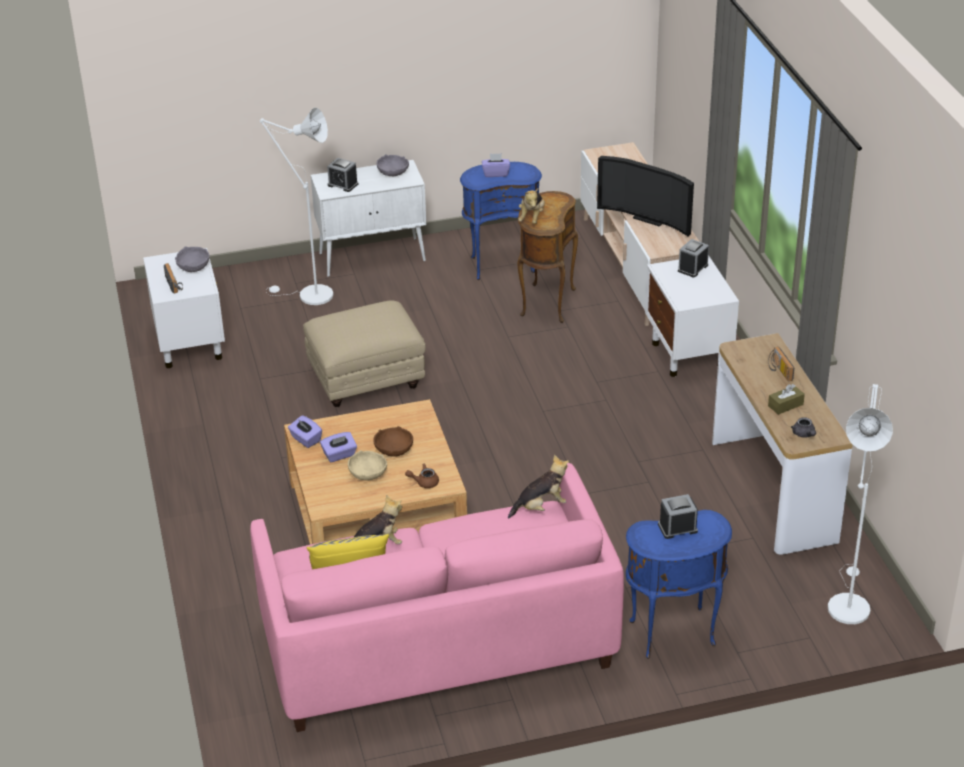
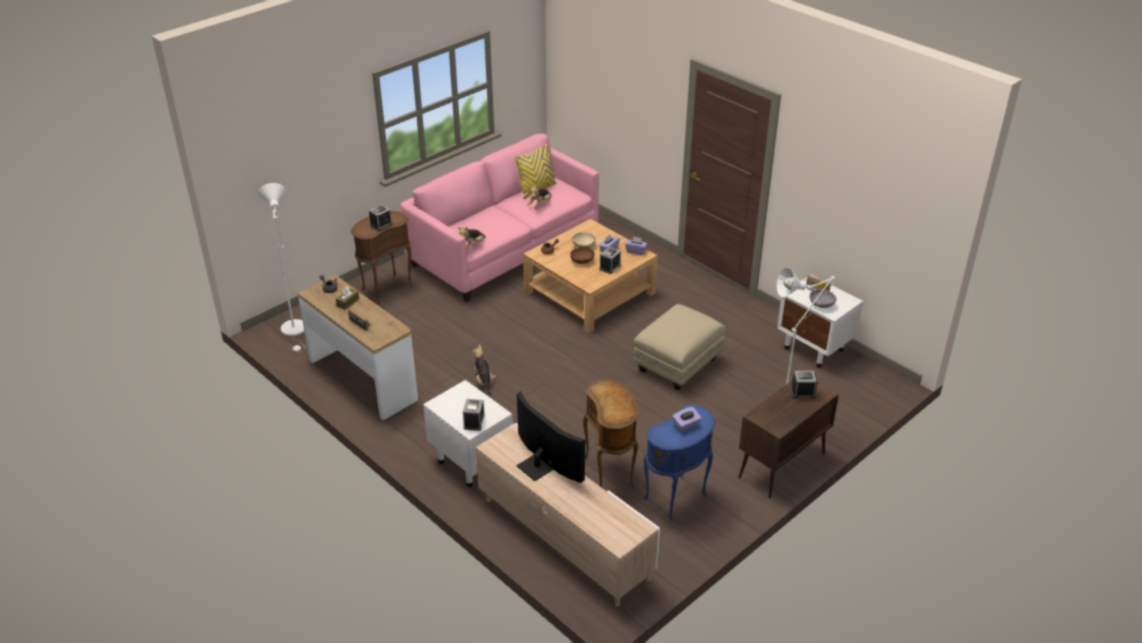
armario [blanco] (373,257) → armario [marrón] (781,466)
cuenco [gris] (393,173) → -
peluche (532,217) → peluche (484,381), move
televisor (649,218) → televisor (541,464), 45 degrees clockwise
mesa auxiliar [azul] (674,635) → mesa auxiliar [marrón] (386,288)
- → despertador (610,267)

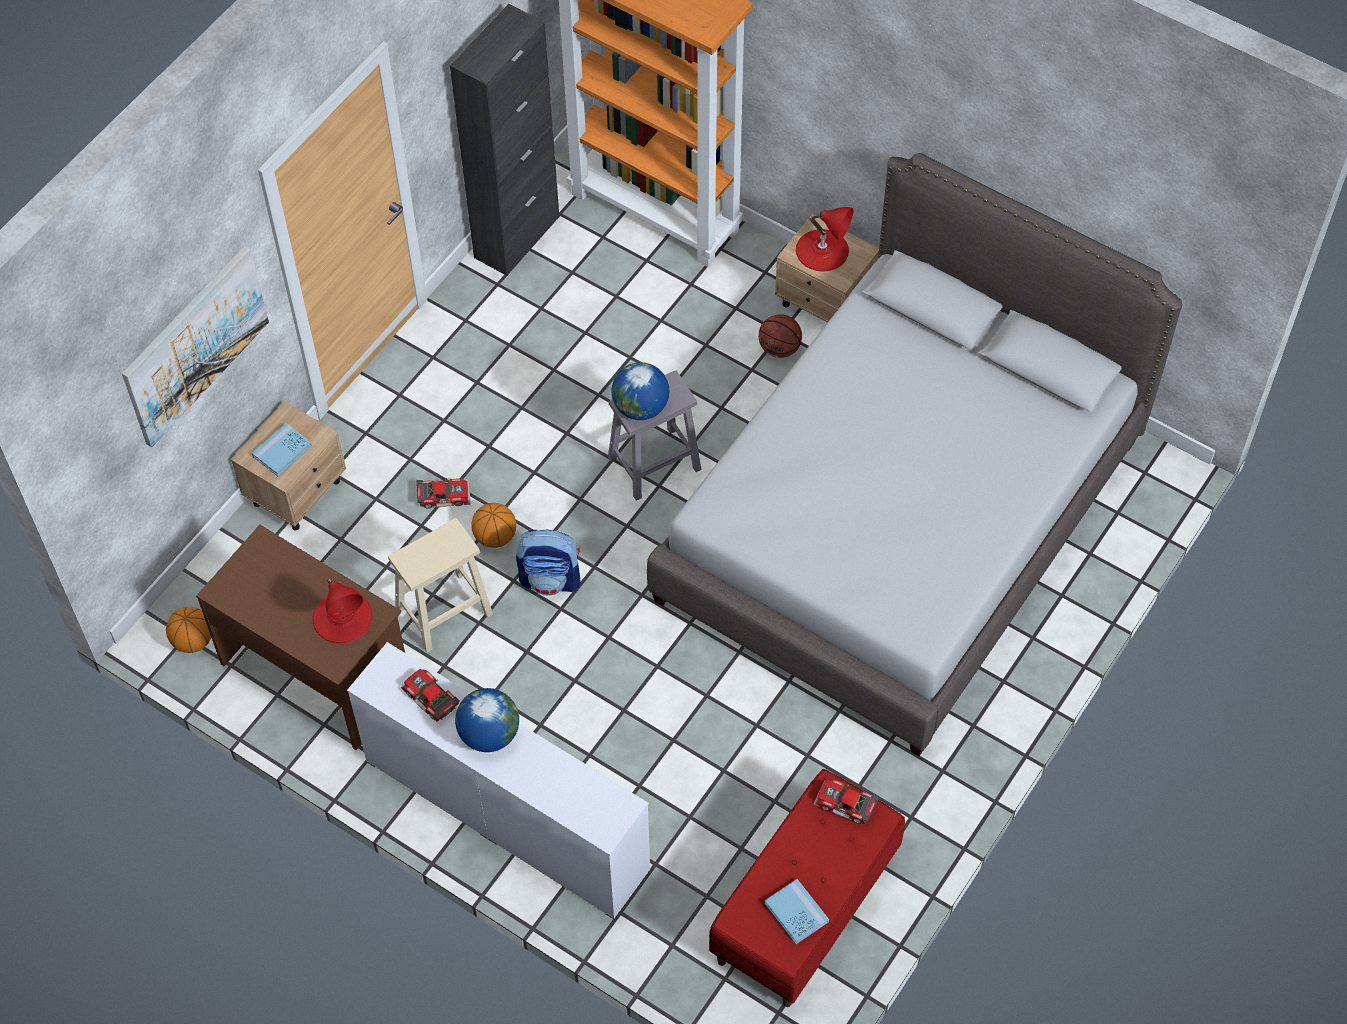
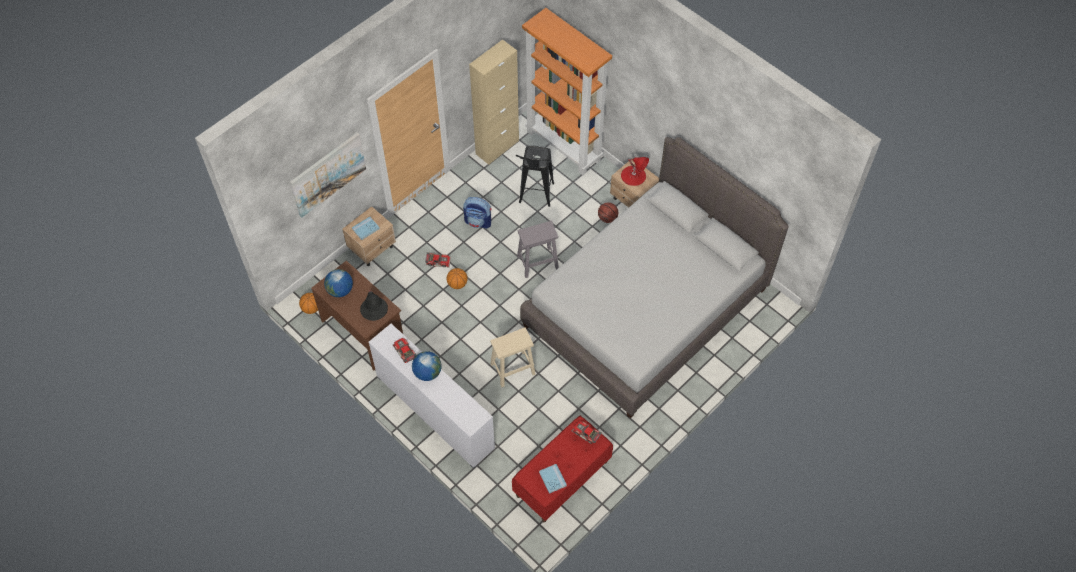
lámpara de mesa [rojo] (342,617) → lámpara de mesa [negro] (374,308)
taburete [beis] (443,612) → taburete [beis] (512,369), move
armario [negro] (517,237) → armario [beis] (497,147)
mochila (551,579) → mochila (478,221), move
globo terráqueo (640,407) → globo terráqueo (340,290), move
- → taburete [negro] (535,198)

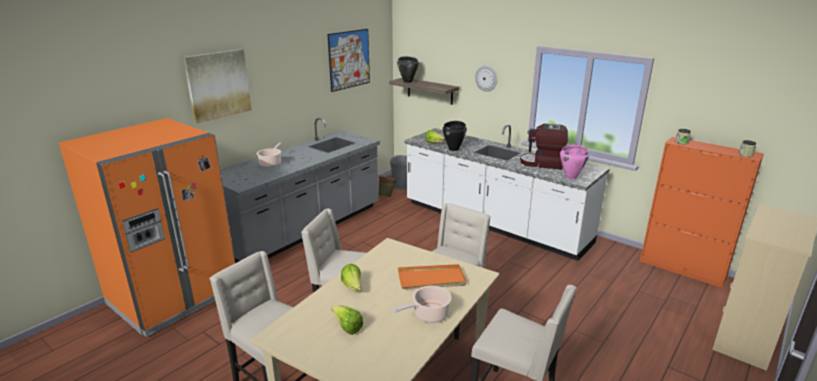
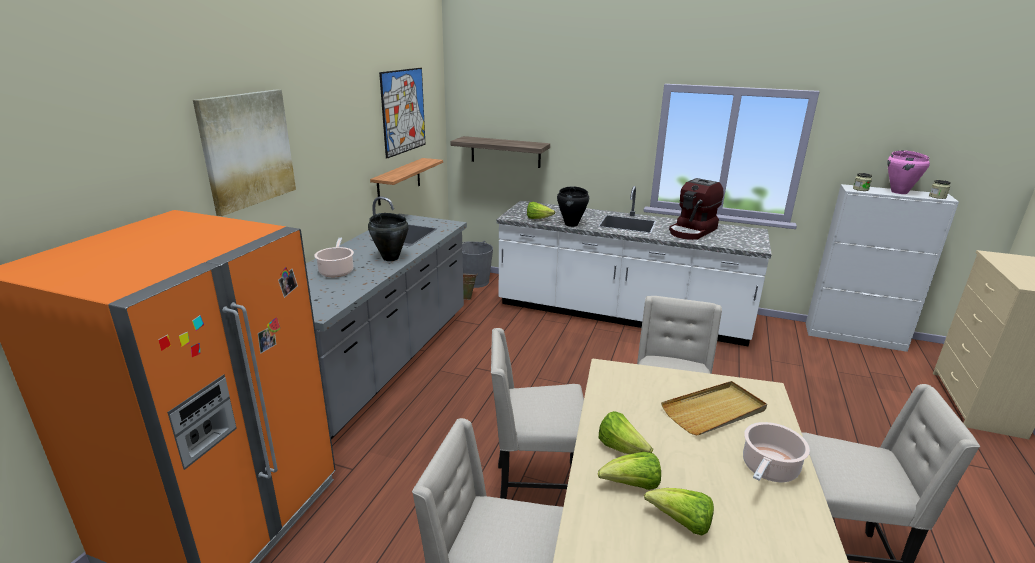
olla [negro] (408,81) → olla [negro] (391,258), move
bandeja [naranja] (431,279) → bandeja [beis] (714,411)
reloj de pared (486,78) → -
cafetera (542,163) → cafetera (693,231), 45 degrees counterclockwise
olla [rosa] (571,177) → olla [rosa] (899,192), move
armario [naranja] (682,269) → armario [blanco] (854,337)
- → estante (399,181)
- → lechuga (632,485)

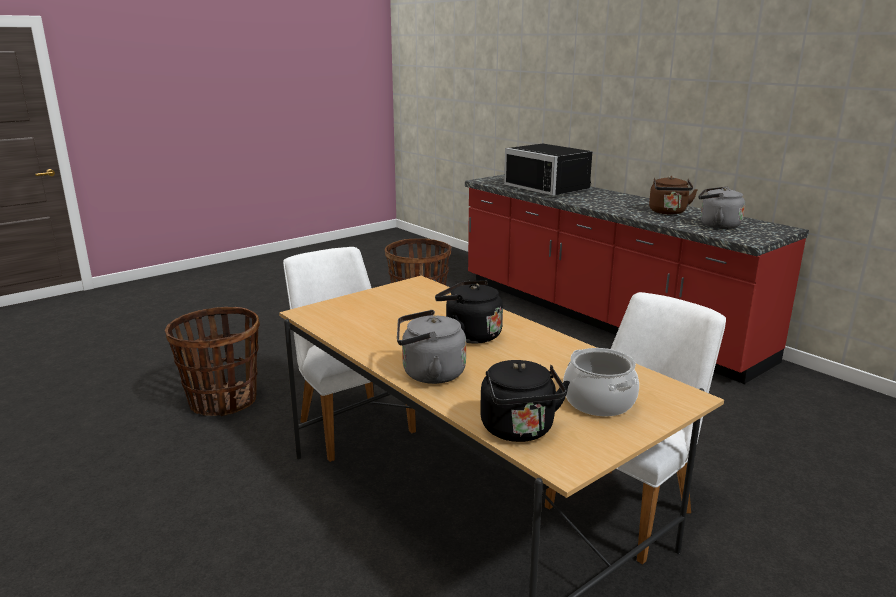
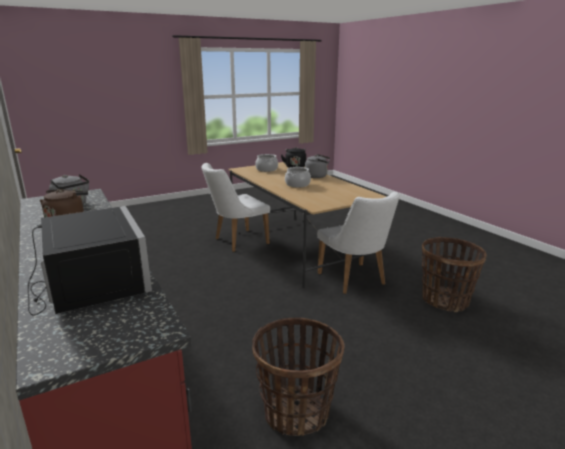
hervidor [negro] (469,335) → olla (297,184)

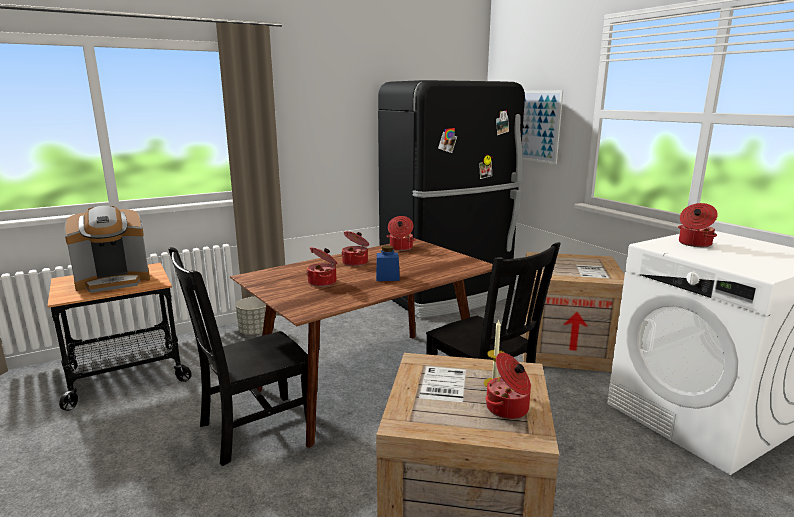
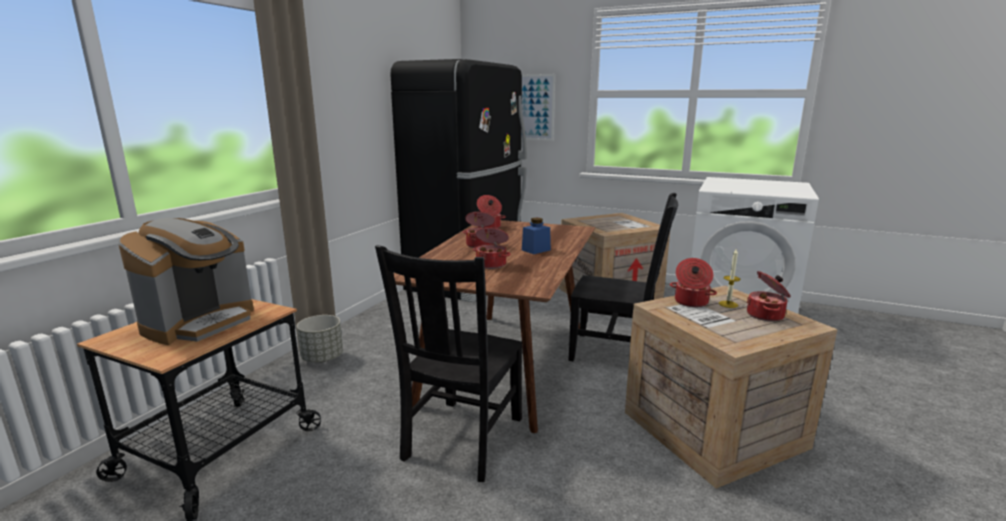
olla (694,244) → olla (690,302), move

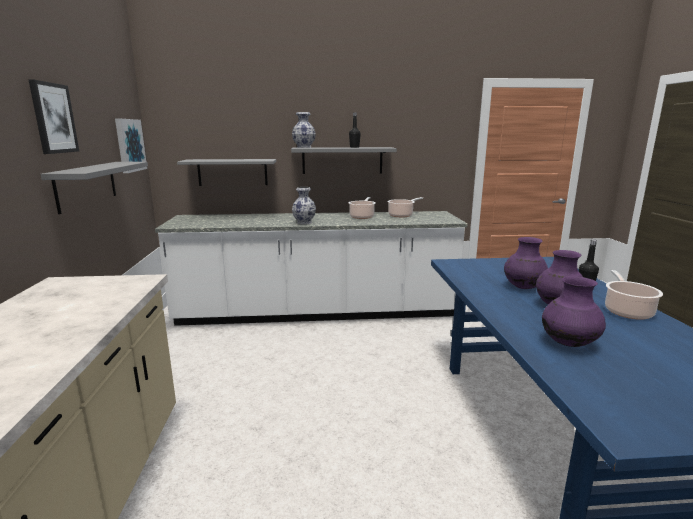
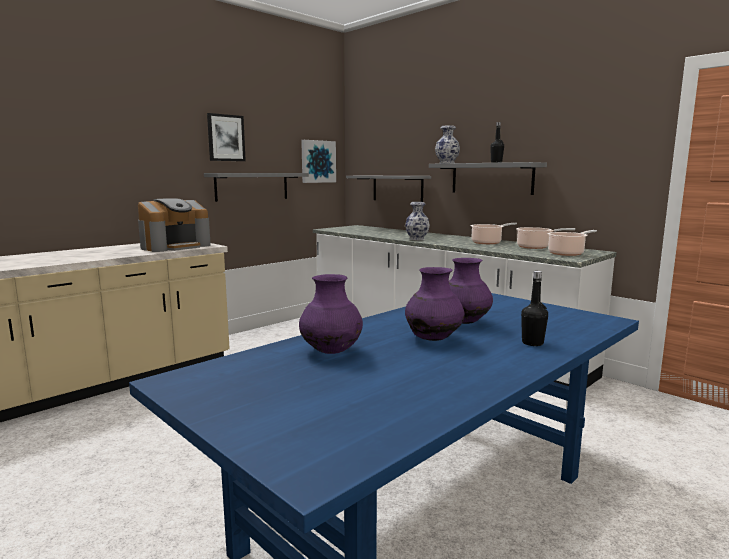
olla (627,311) → olla (567,253), move
- → cafetera (175,246)

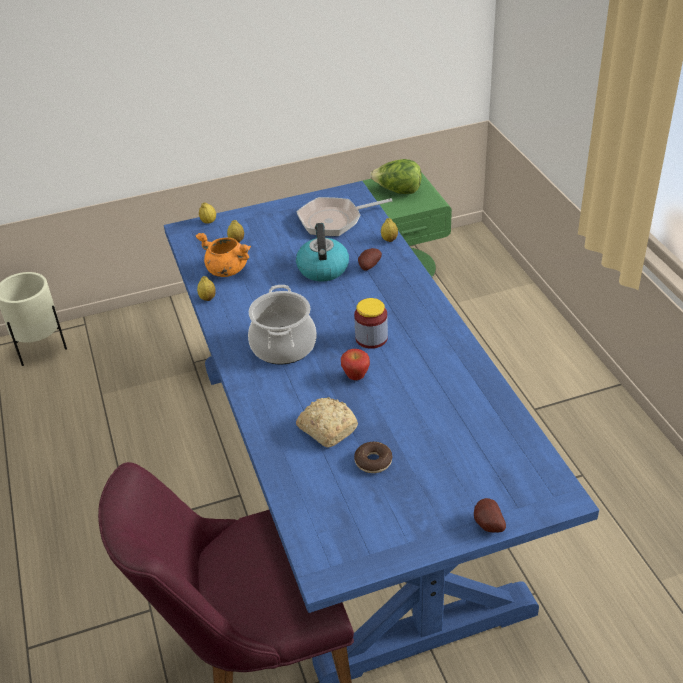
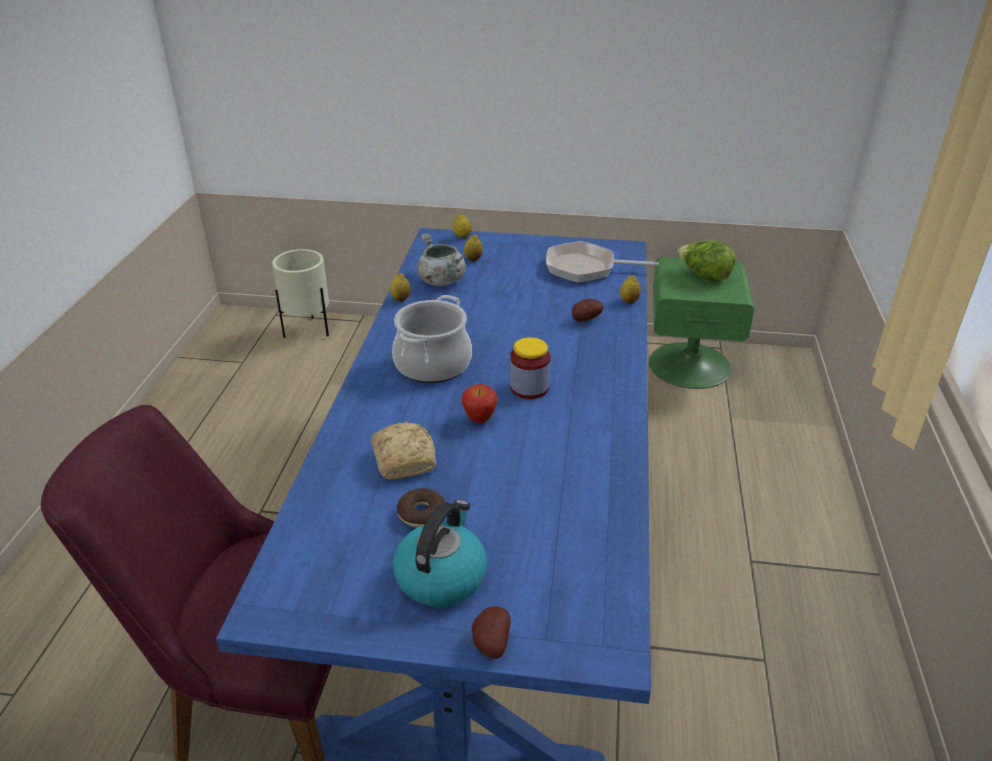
olla [naranja] (226,270) → olla [gris] (440,280)
hervidor (322,268) → hervidor (441,576), move

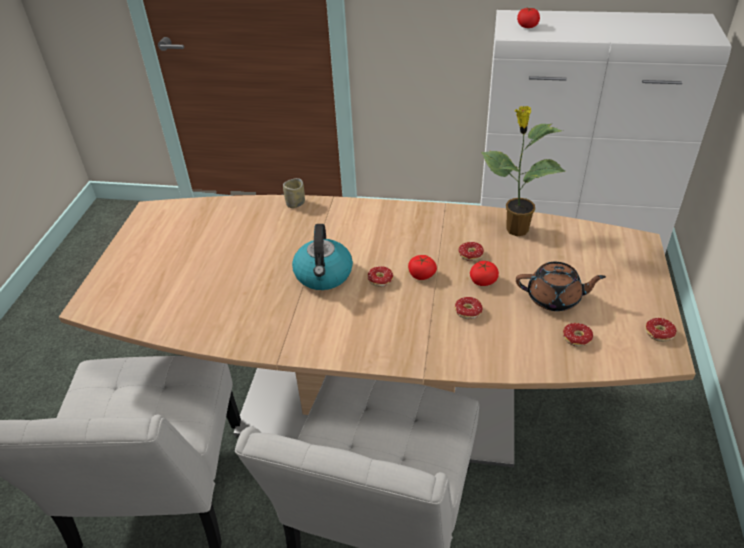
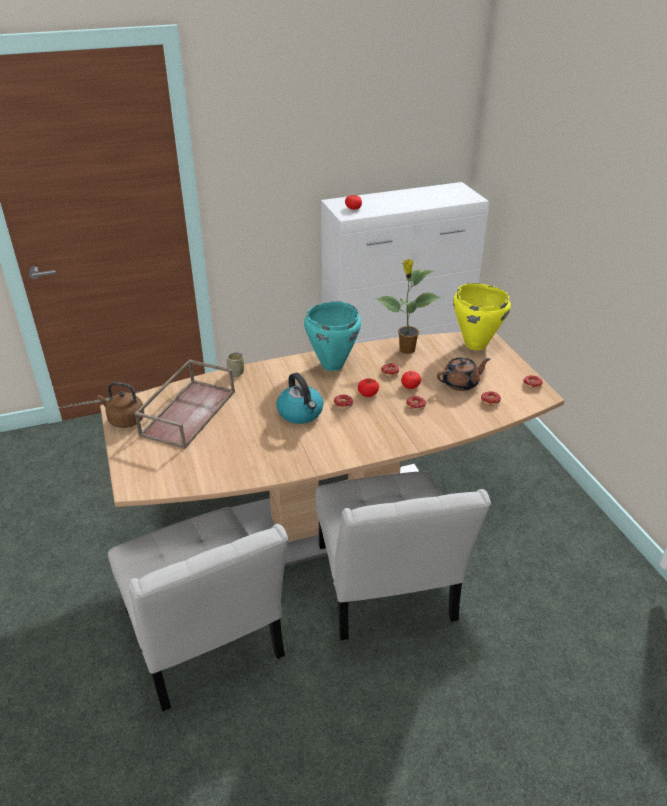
- → hervidor [marrón] (124,420)
- → bandeja [marrón] (188,412)
- → olla [turquesa] (331,365)
- → olla [amarillo] (475,344)

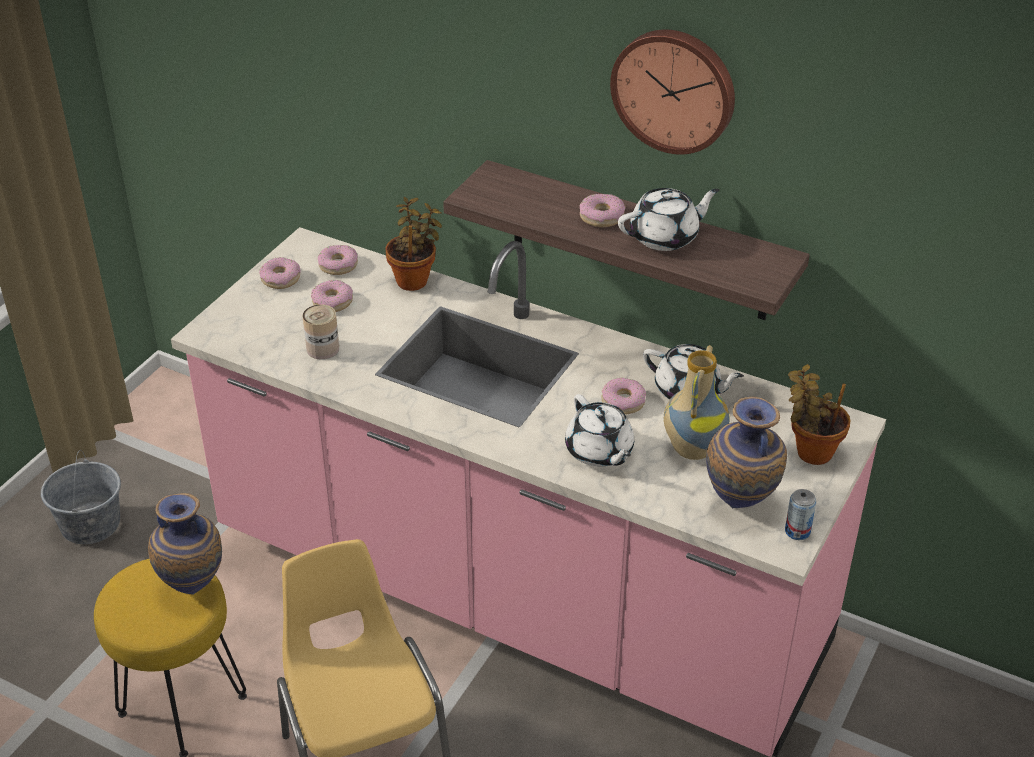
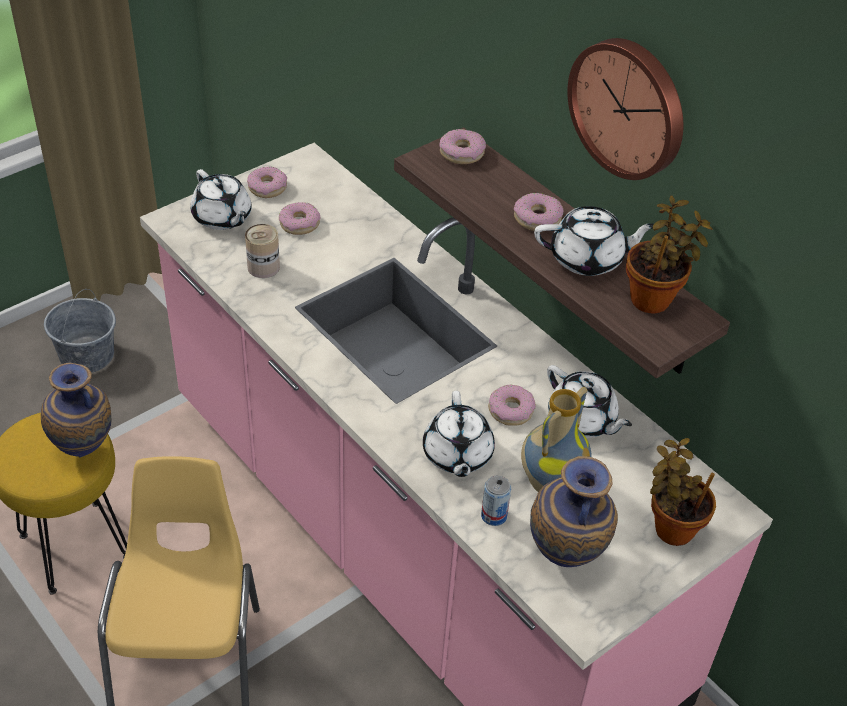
rosquilla (338,265) → rosquilla (462,153), move
planta en maceta (414,279) → planta en maceta (654,298), move
lata (797,531) → lata (494,516), move
- → tetera [blanco] (222,218)

